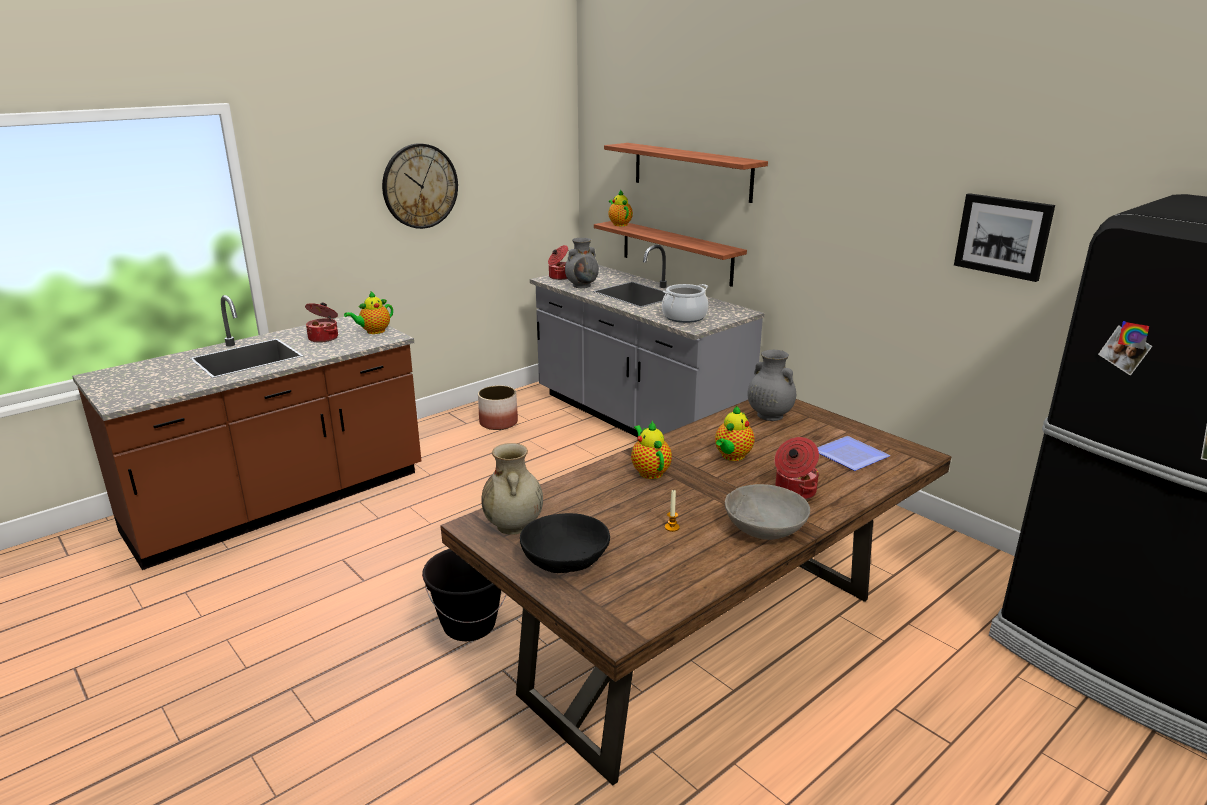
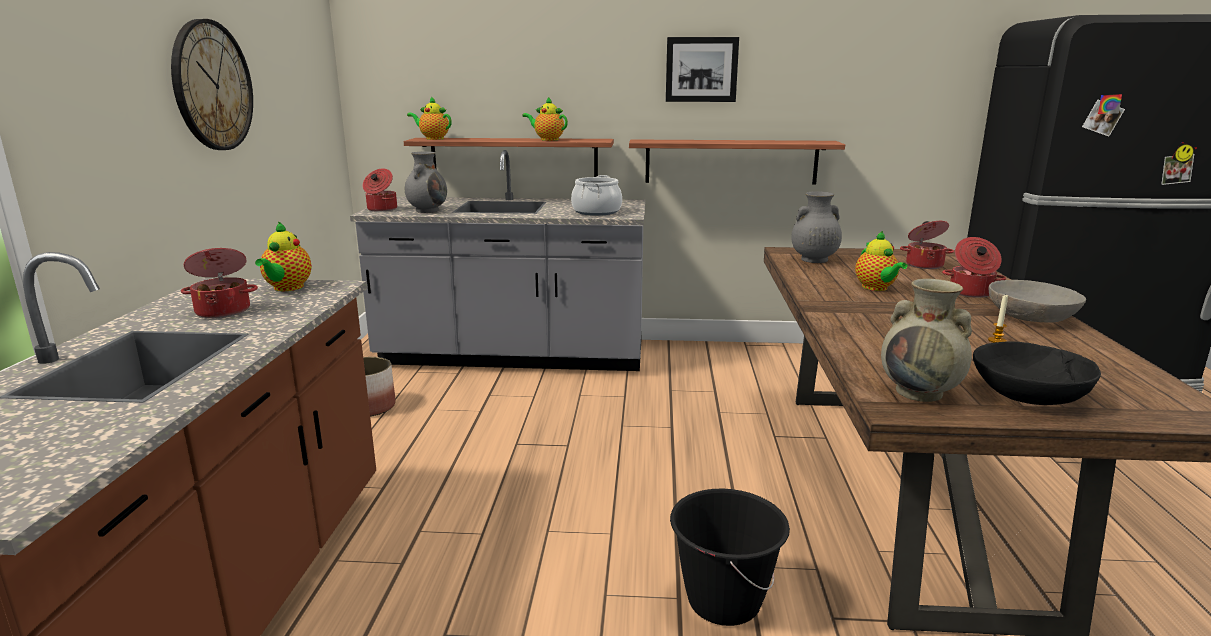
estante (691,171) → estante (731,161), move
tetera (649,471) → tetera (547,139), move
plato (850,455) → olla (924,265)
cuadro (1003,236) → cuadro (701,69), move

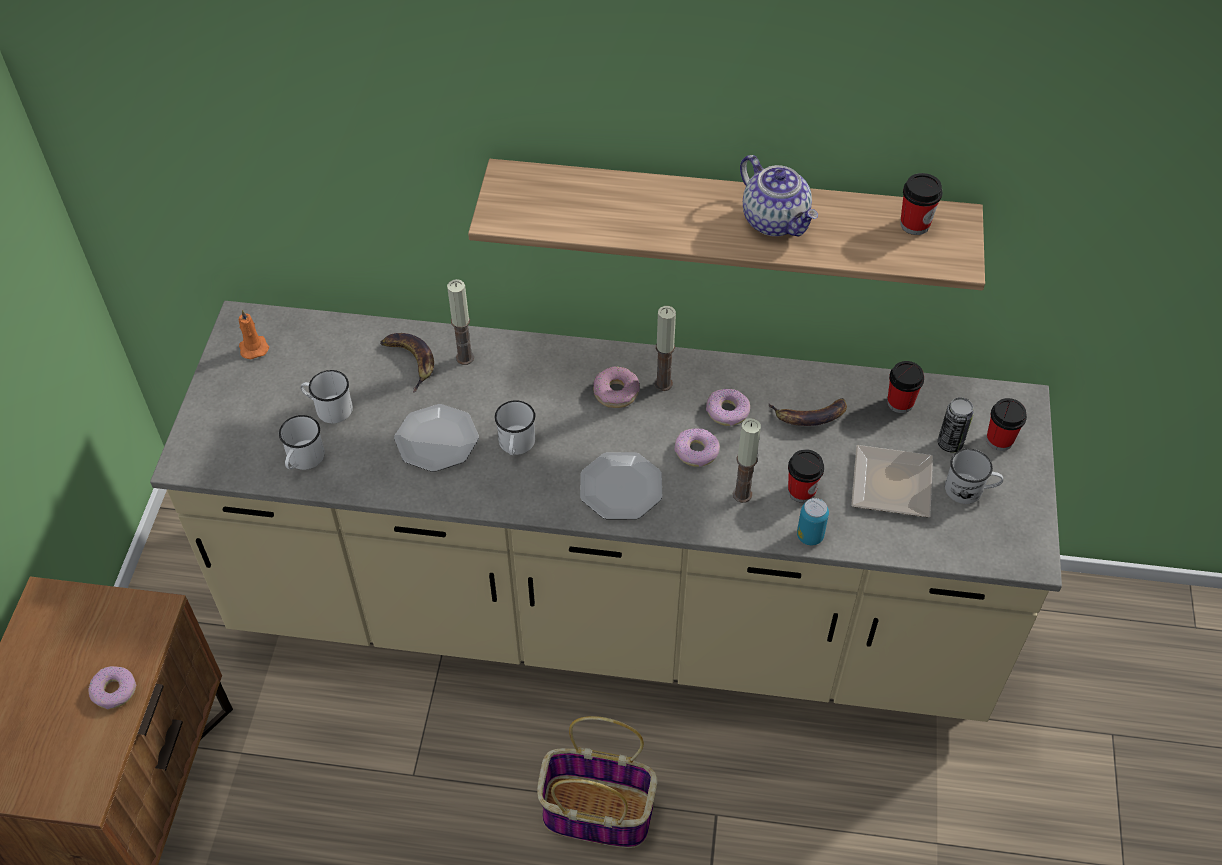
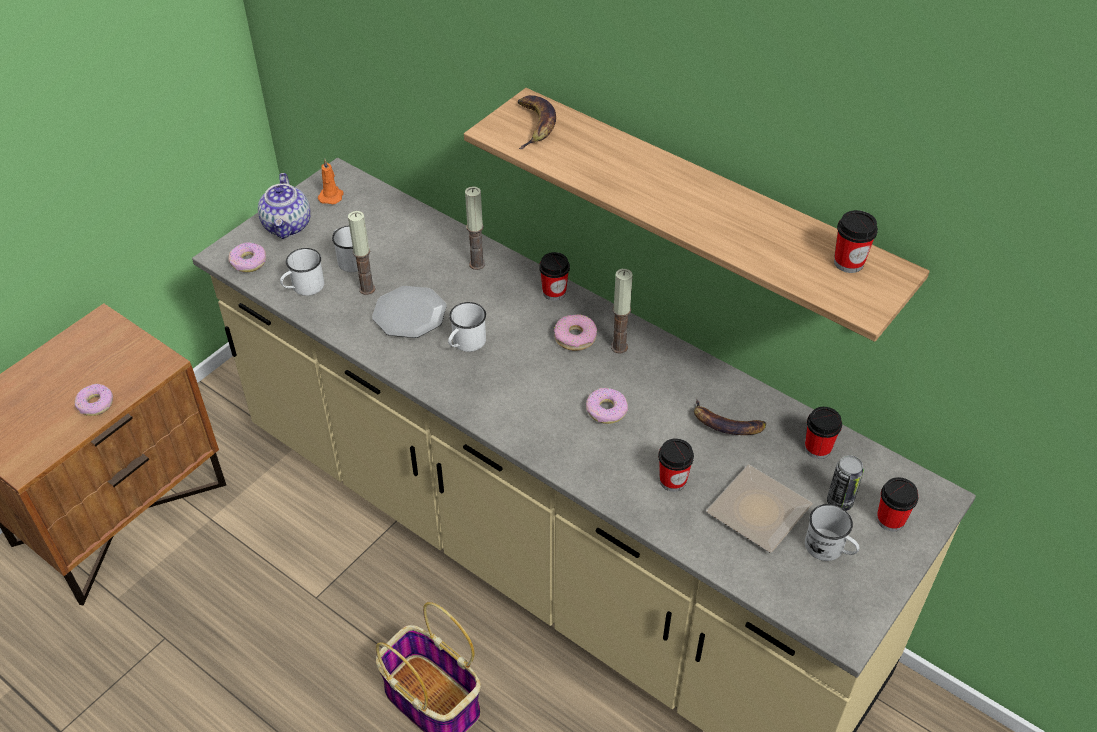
plátano (411,361) → plátano (535,125), move
plato (620,487) → -
rosquilla (727,412) → rosquilla (248,262), move
vela (742,494) → vela (367,289), move
tetera (776,221) → tetera (288,226), move
lata (810,536) → -
- → taza (554,292)

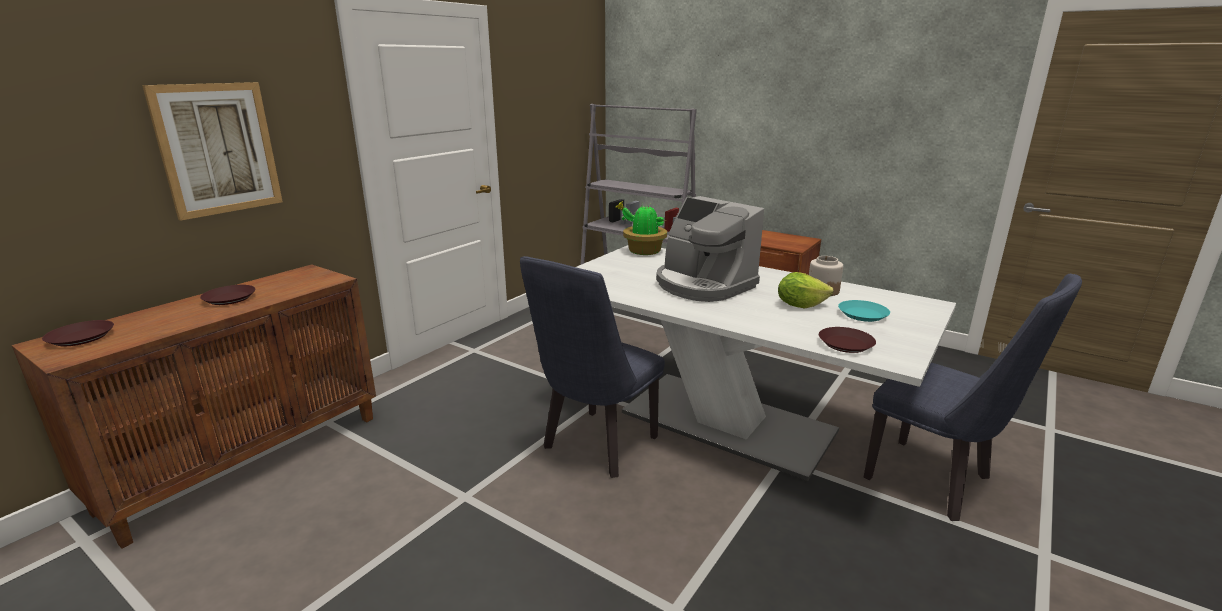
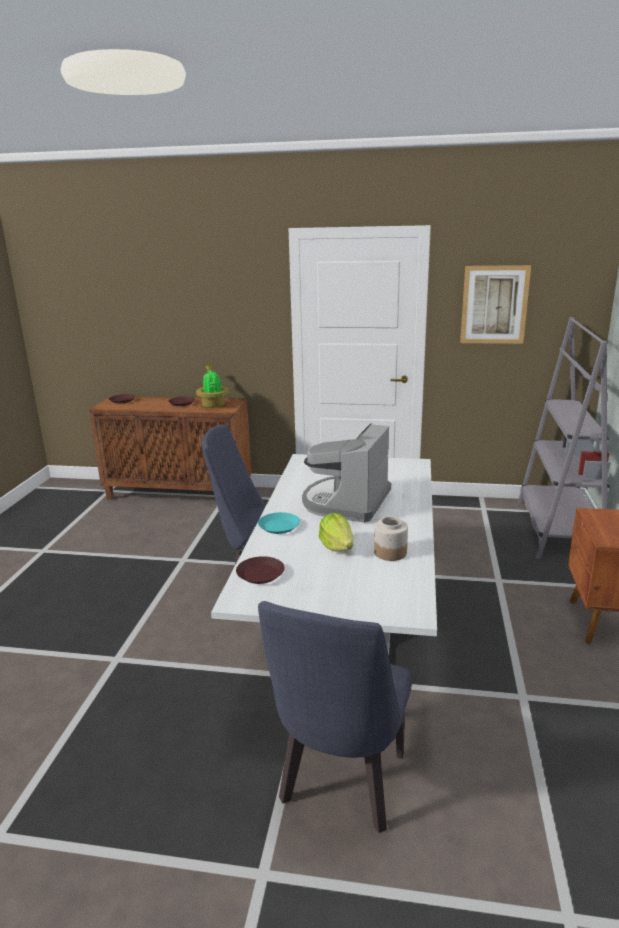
cuadro (218,149) → cuadro (494,305), move
planta en maceta (642,251) → planta en maceta (213,404), move
plato [turquesa] (862,314) → plato [turquesa] (279,526), move

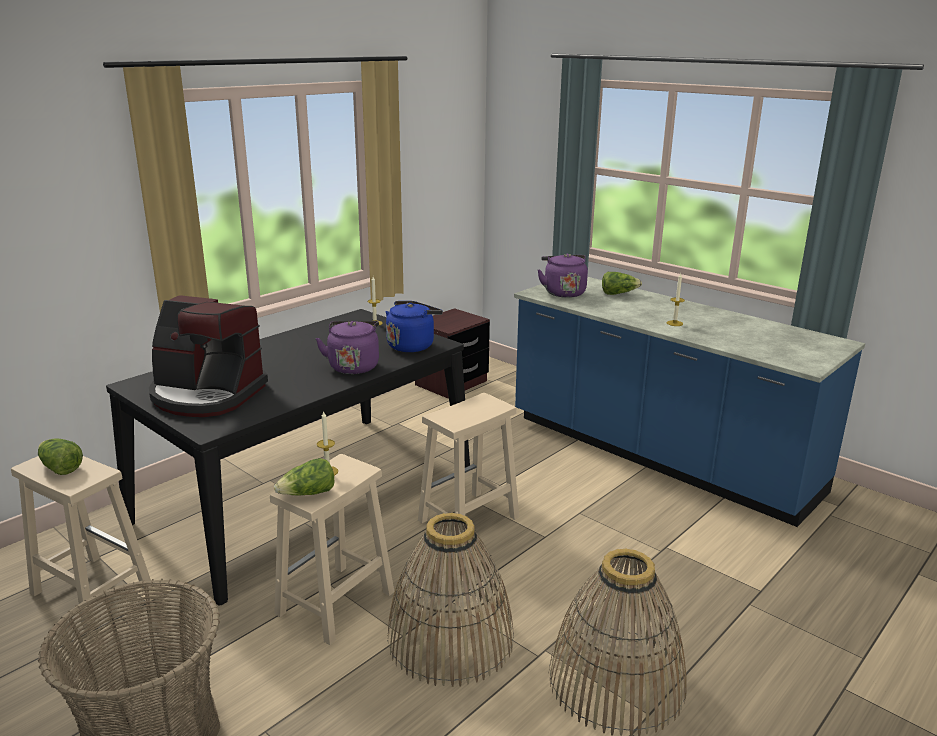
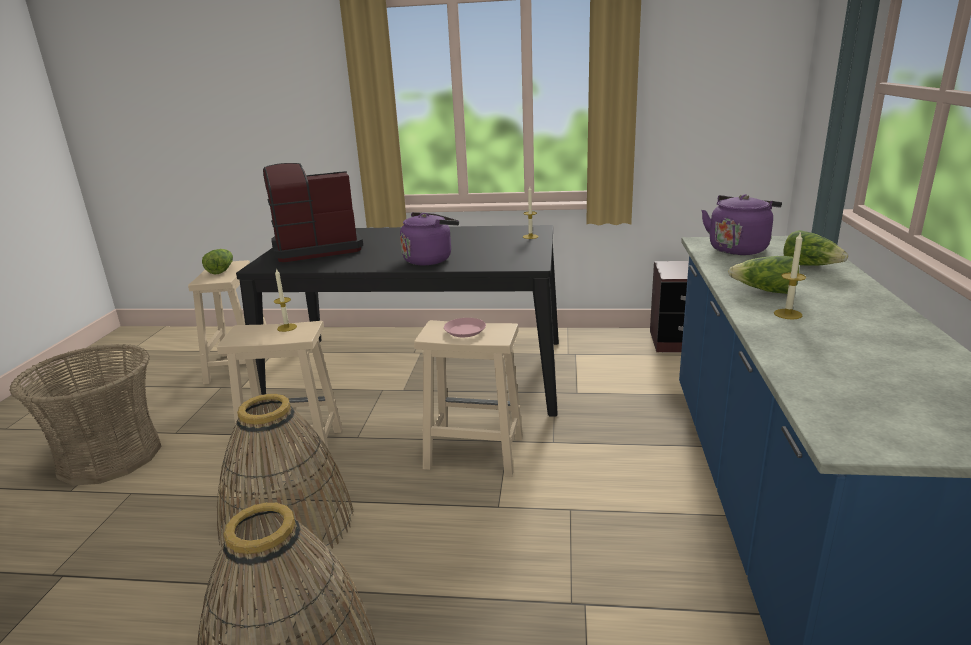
cafetera (207,395) → cafetera (315,248), 90 degrees clockwise
lechuga (308,494) → lechuga (764,291), move
hervidor [azul] (412,345) → -
- → plato [rosa] (465,331)

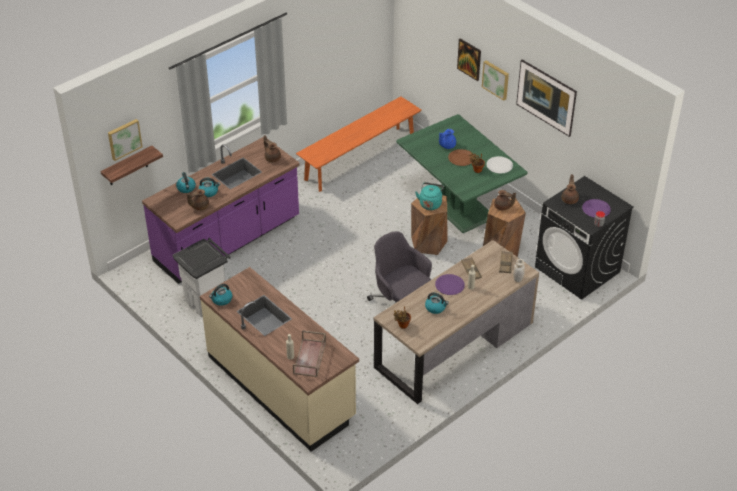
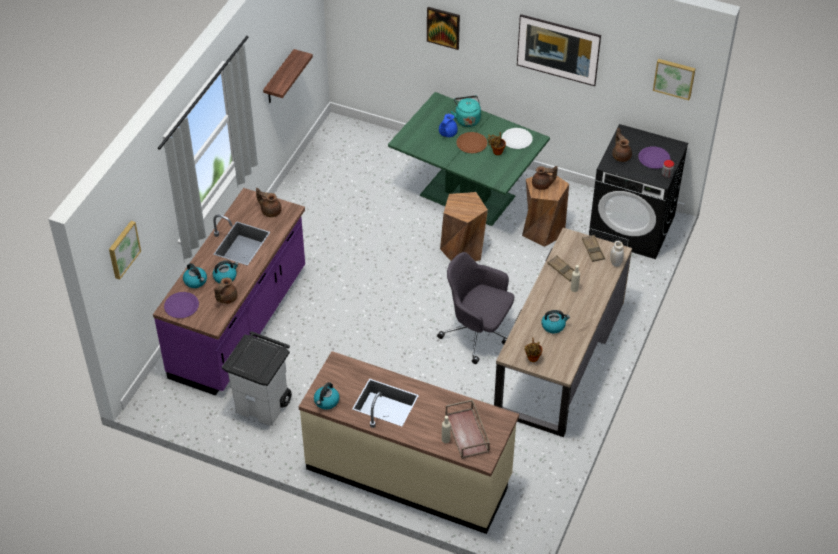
estante (127,166) → estante (279,78), move
banco [naranja] (360,158) → -
hervidor [turquesa] (430,203) → hervidor [turquesa] (467,119), move
plato [morado] (449,285) → plato [morado] (181,306), move
cuadro (496,79) → cuadro (674,78), move

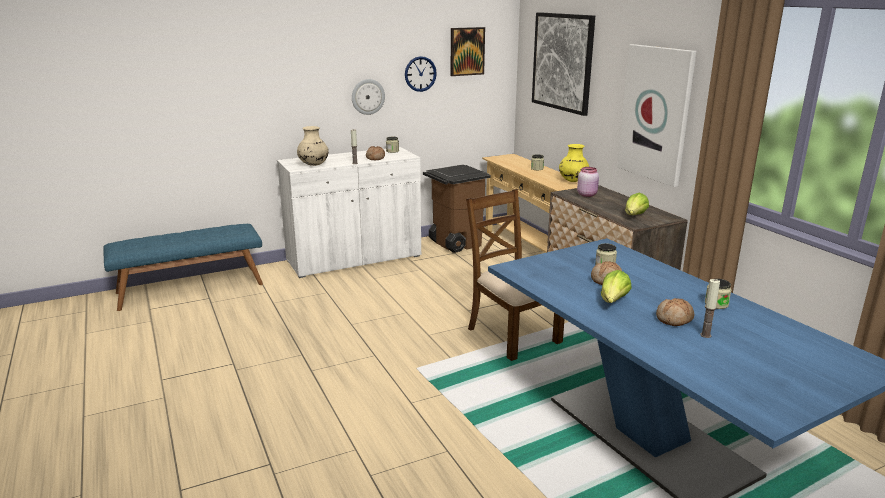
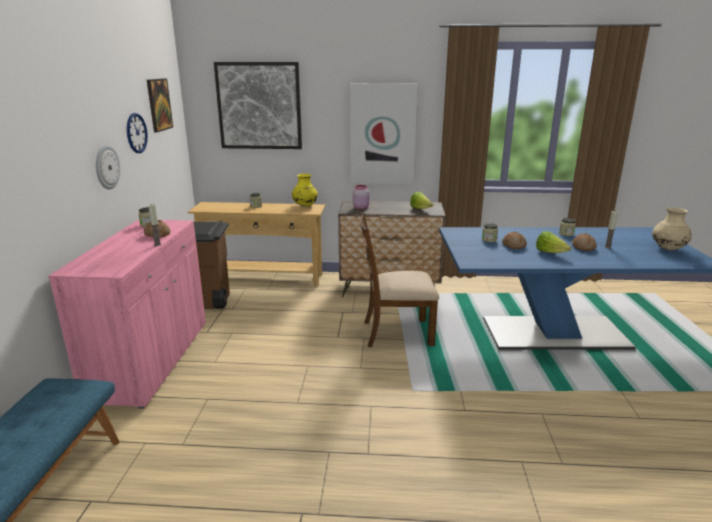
armario [blanco] (354,259) → armario [rosa] (152,360)
florero [beis] (313,165) → florero [beis] (668,249), move

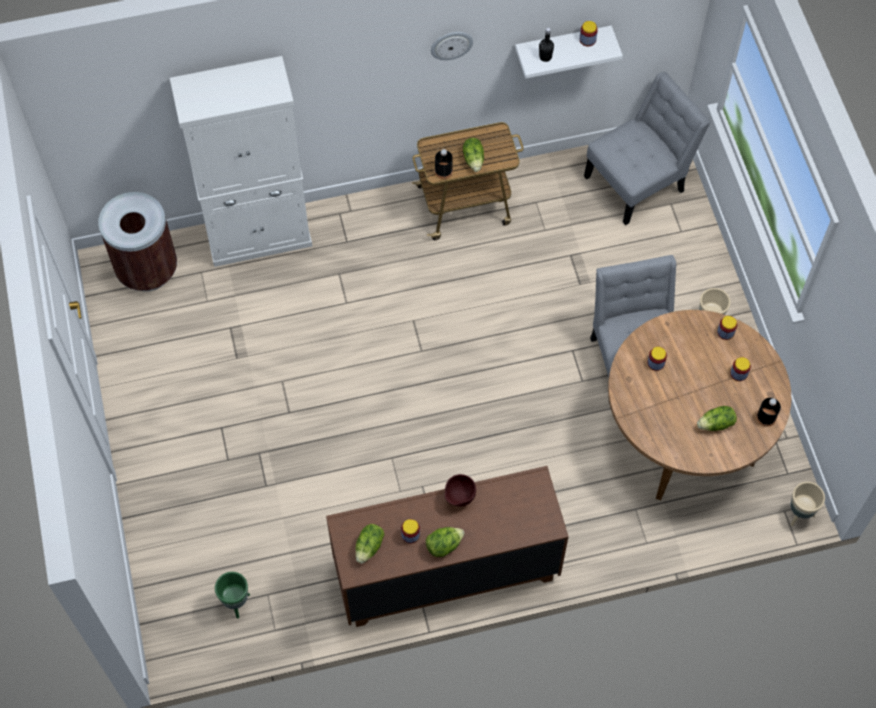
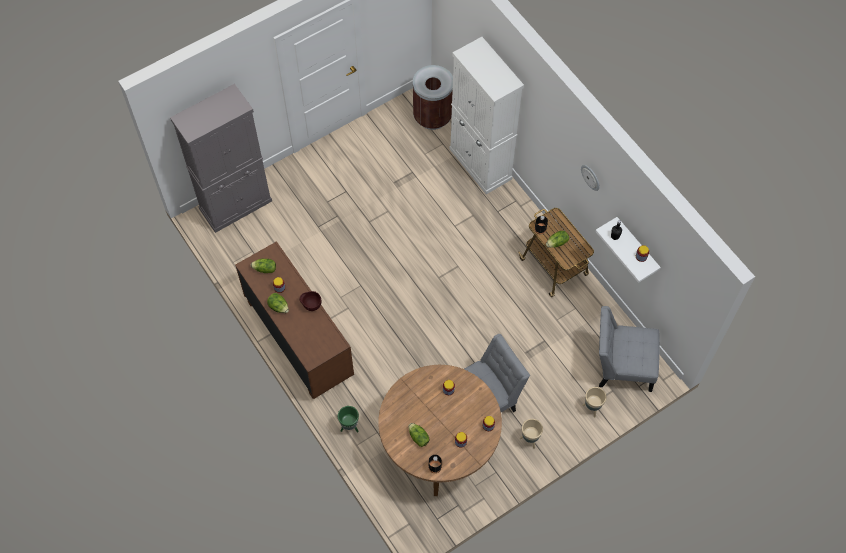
maceta [verde] (236,603) → maceta [verde] (349,426), move
silla [gris] (639,181) → silla [gris] (621,365), 150 degrees clockwise
maceta [beis] (799,514) → maceta [beis] (592,408), move
- → armario [gris] (236,205)

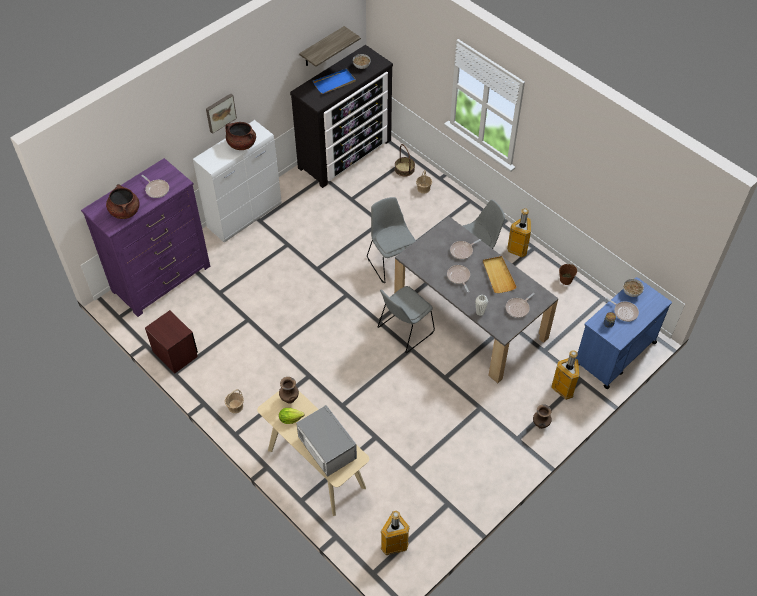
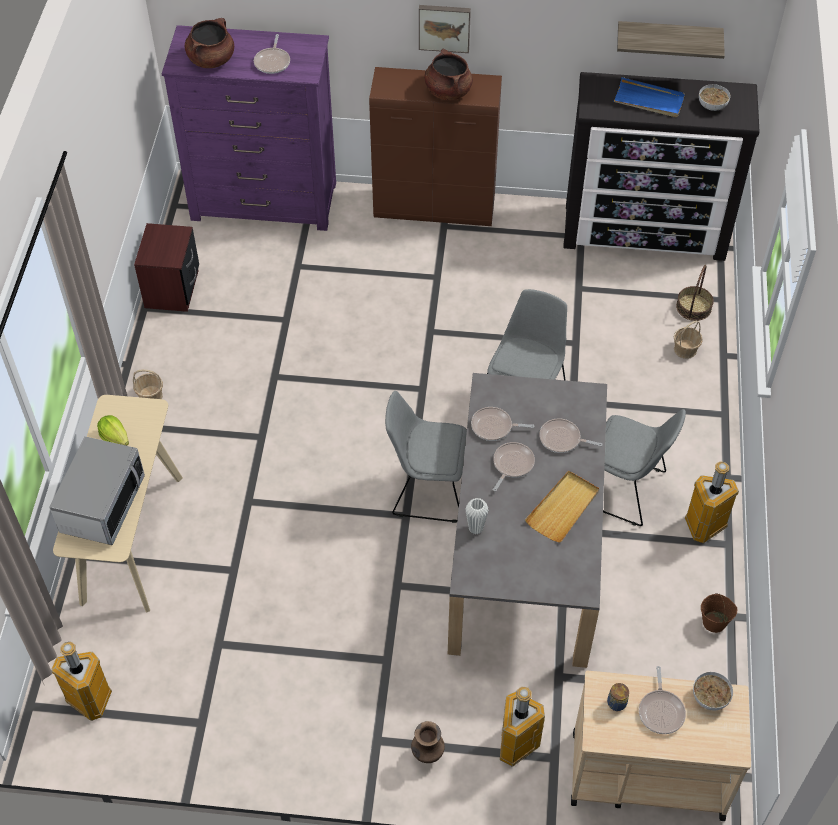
armario [blanco] (245,216) → armario [marrón] (435,208)
florero [marrón] (289,399) → -
sartén (518,308) → sartén (494,427), move
carrito [azul] (614,353) → carrito [beis] (646,774)

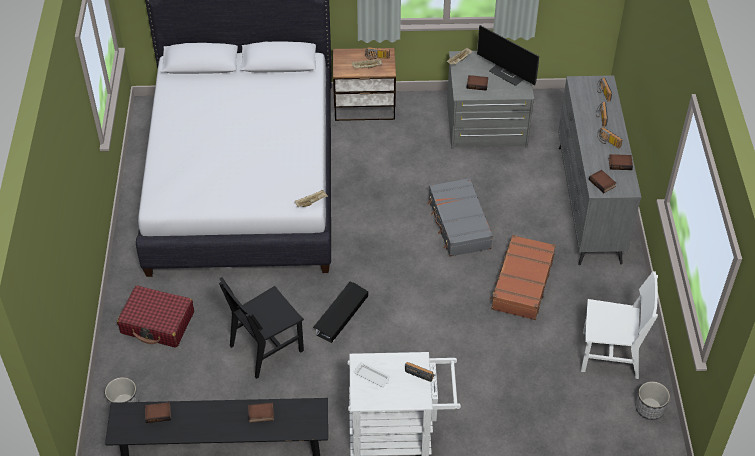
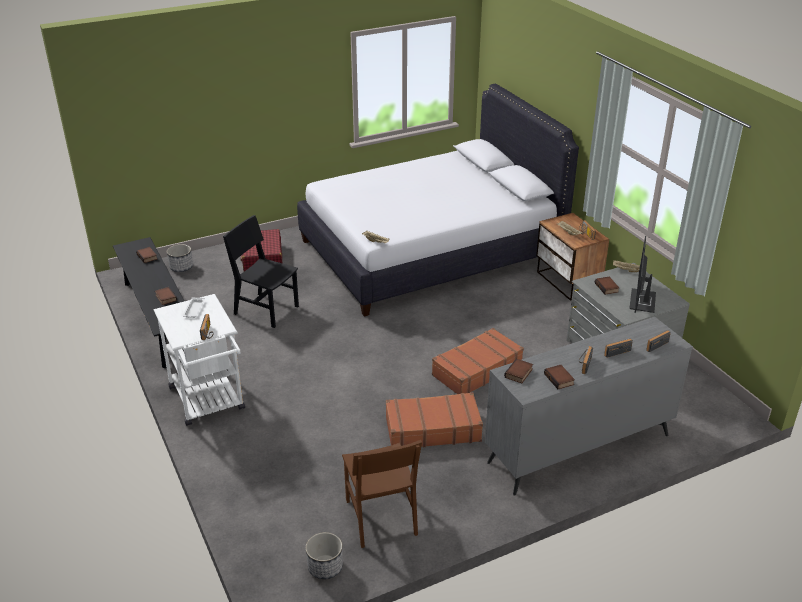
caja de almacenaje [negro] (340,315) → -
maleta [gris] (458,224) → maleta [marrón] (476,370)
silla [blanco] (610,355) → silla [marrón] (380,517)

